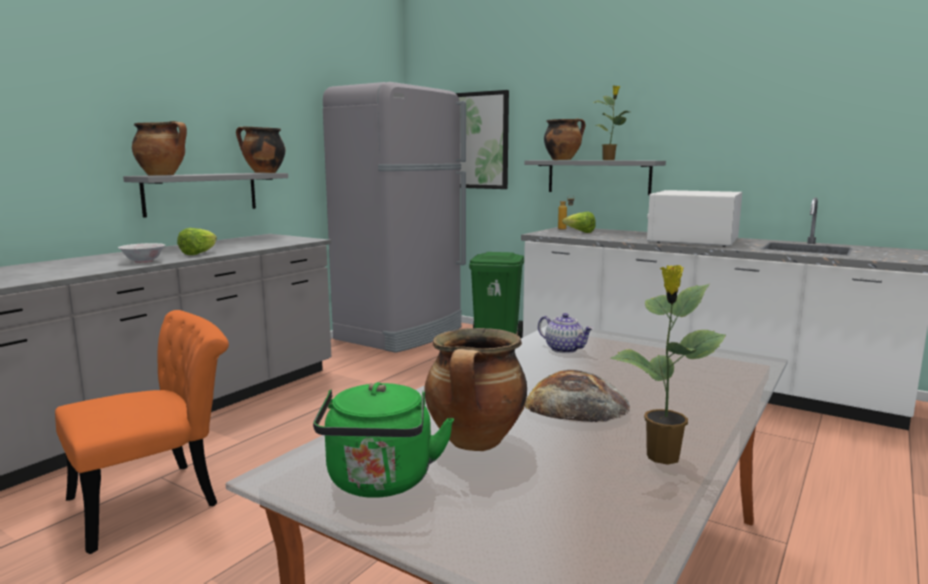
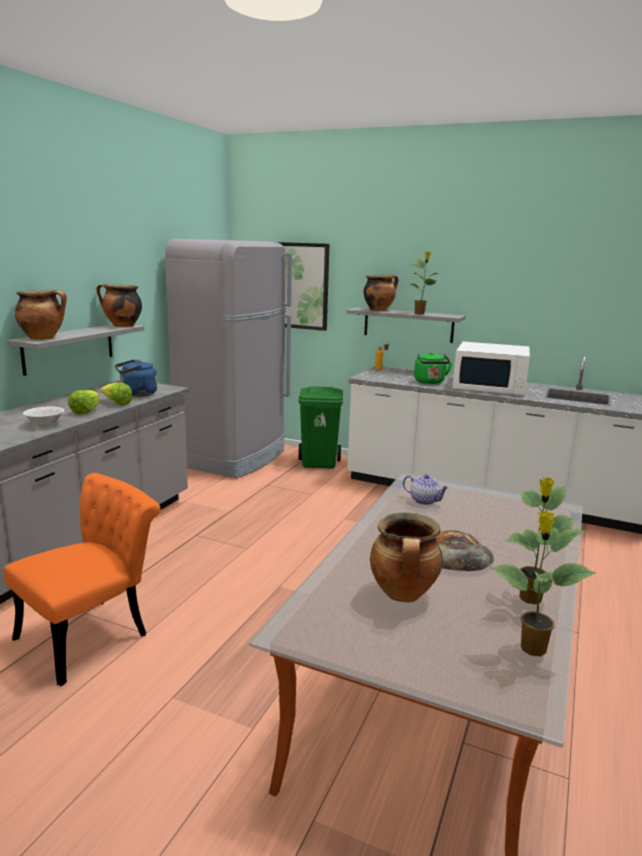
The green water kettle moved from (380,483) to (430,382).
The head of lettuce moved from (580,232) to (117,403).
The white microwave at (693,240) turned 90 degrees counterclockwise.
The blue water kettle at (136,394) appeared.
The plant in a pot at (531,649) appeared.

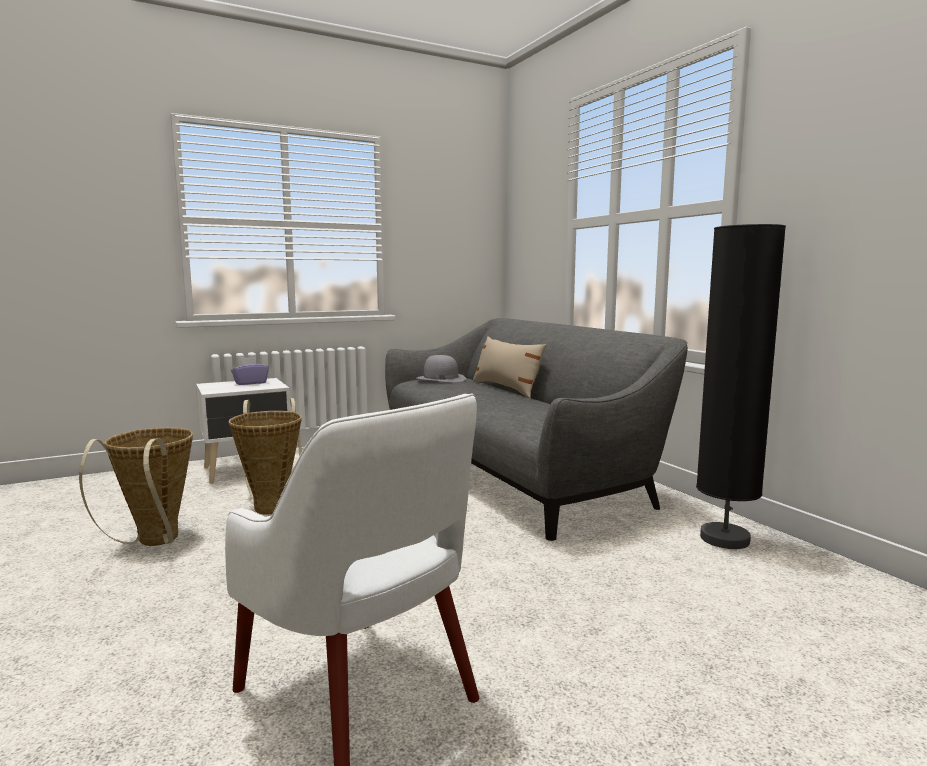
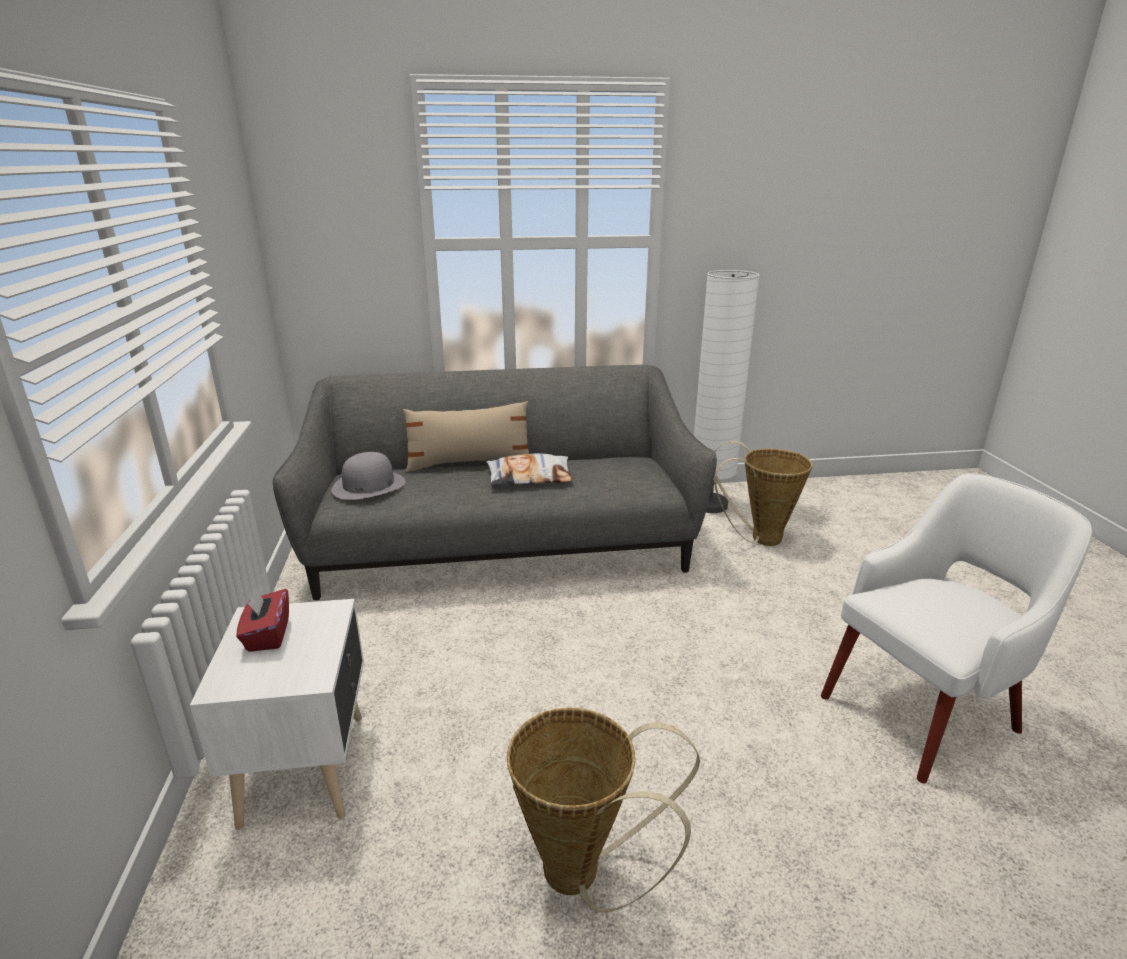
The household basket moved from (272,506) to (758,538).
The purple-coloured tissue holder at (250,383) became the red-coloured tissue holder at (267,635).
The blackish floor lamp at (724,539) became the white floor lamp at (710,505).
The pillow at (530,477) appeared.

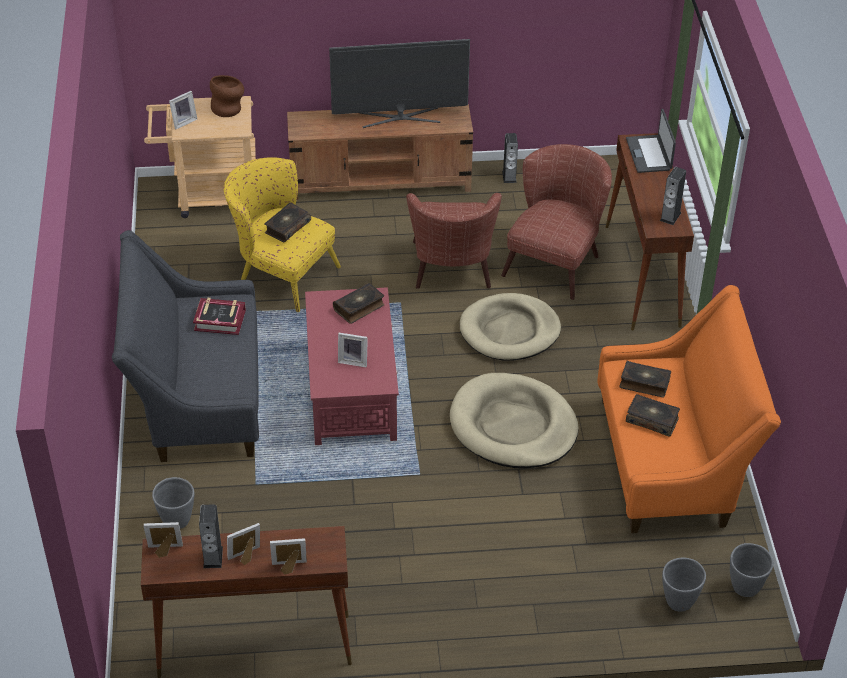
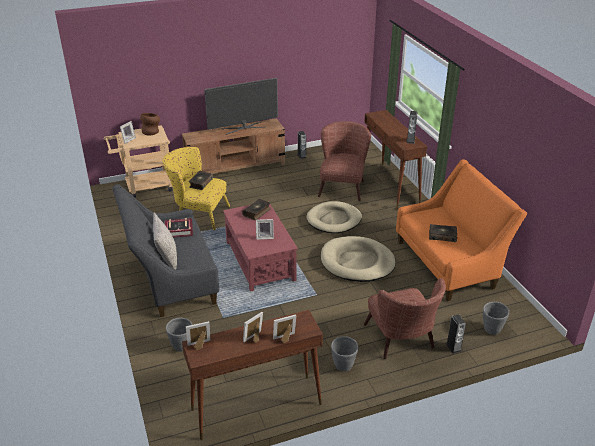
The loudspeaker moved from (213,557) to (453,347).
The brown-coloured lounge chair moved from (451,272) to (401,341).
The volume at (644,383) disappeared.
The notebook computer at (649,154) disappeared.
The grey flower pot moved from (745,588) to (343,366).
The grey pillow at (167,257) appeared.

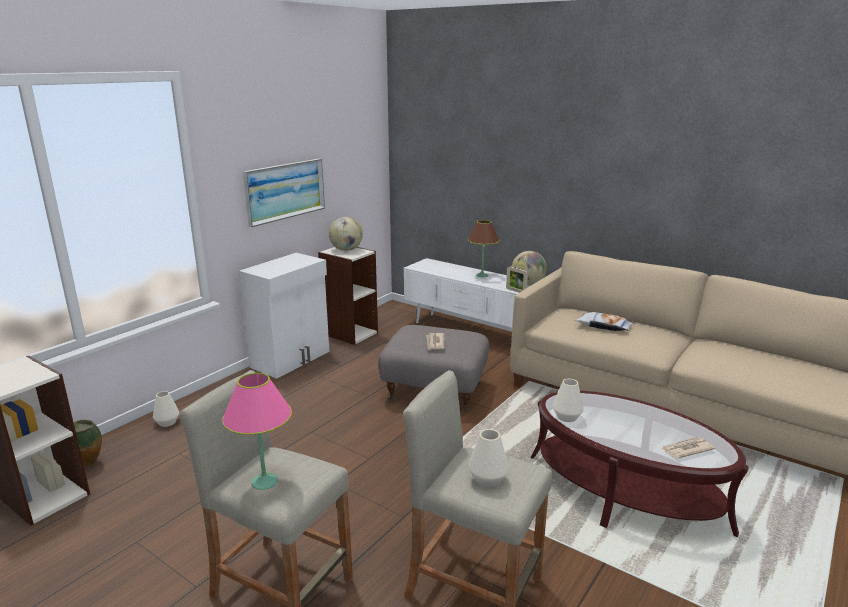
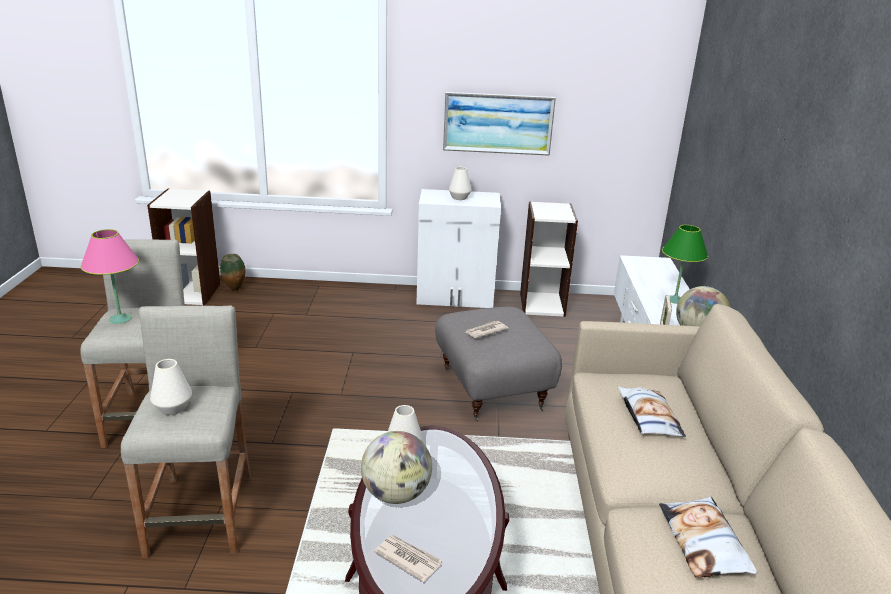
The white flower vase moved from (167,422) to (459,197).
The globe moved from (346,250) to (396,494).
The brown-coloured lamp for a table at (482,275) became the green lamp for a table at (675,300).
The pillow at (704,543) appeared.

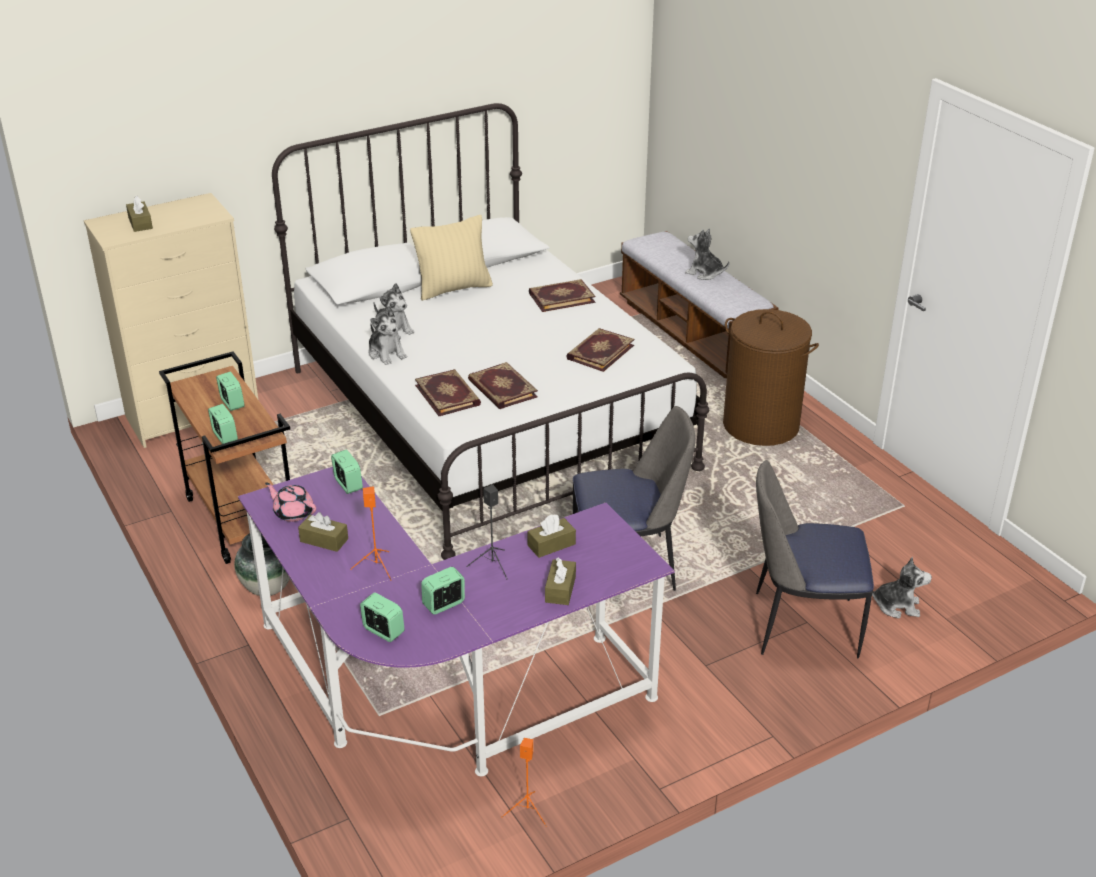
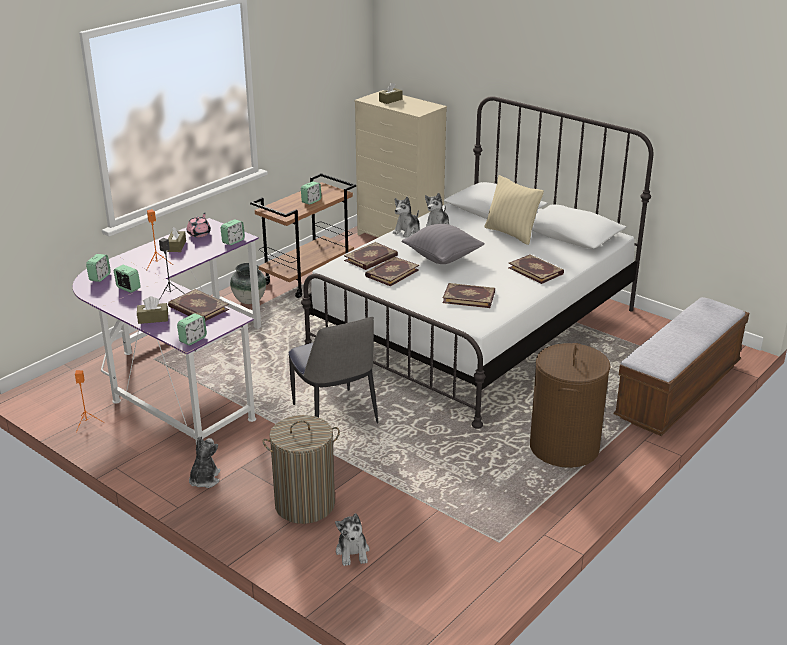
The alarm clock moved from (224,437) to (193,339).
The brown-coloured tissue holder at (551,545) was replaced by the volume at (198,308).
The plush toy moved from (704,273) to (204,479).
The chair at (801,625) was replaced by the washing basket at (305,504).
The grey pillow at (442,258) appeared.

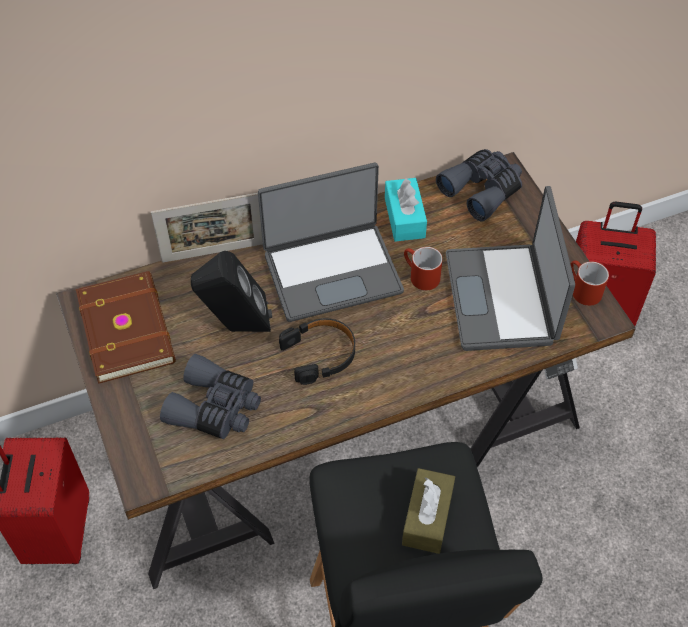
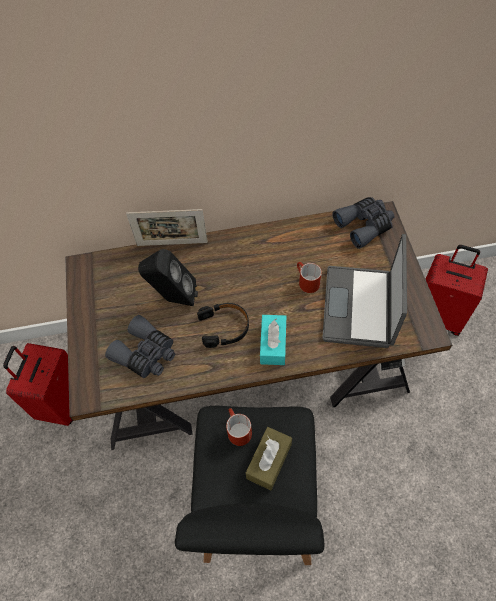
The brown-coloured volume at (128,328) disappeared.
The notebook computer at (332,271) disappeared.
The blue-green tissue holder moved from (404,217) to (273,344).
The red-coloured mug moved from (581,290) to (237,430).

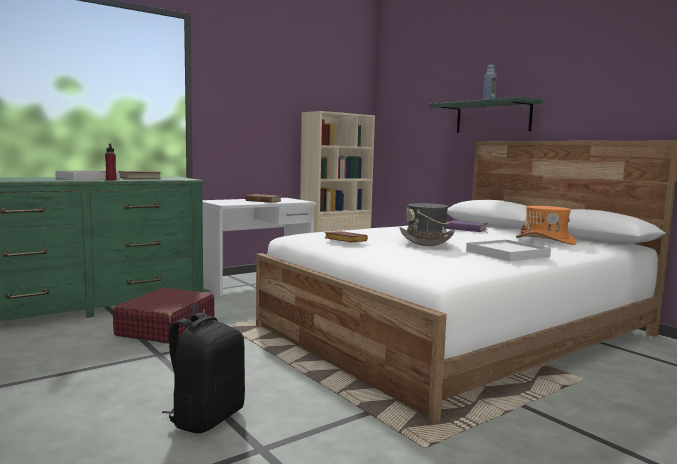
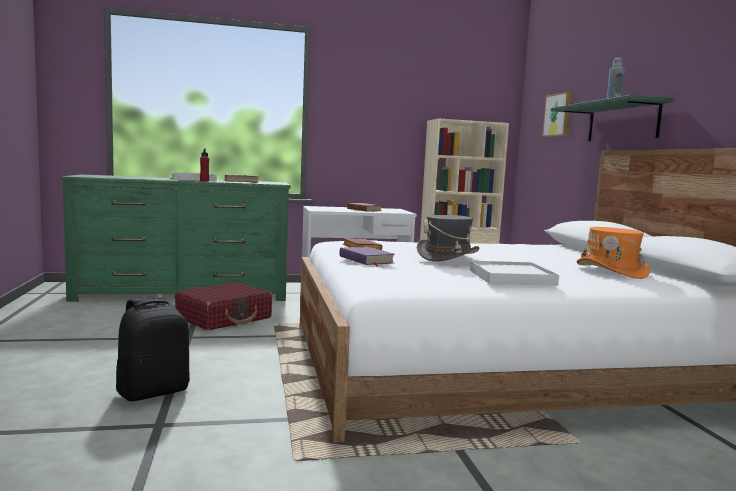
The purple-coloured volume moved from (466,229) to (366,260).
The picture at (559,115) appeared.

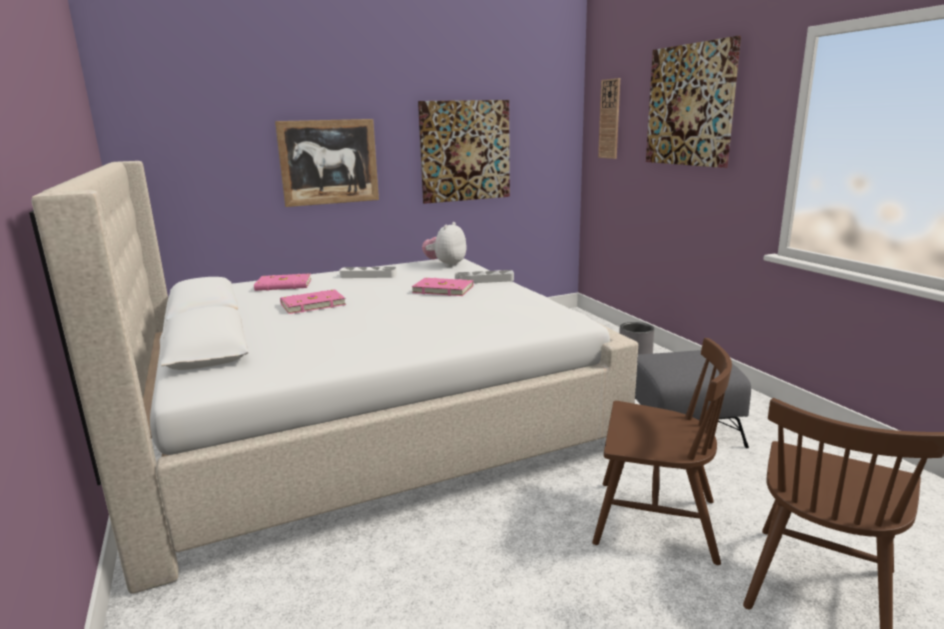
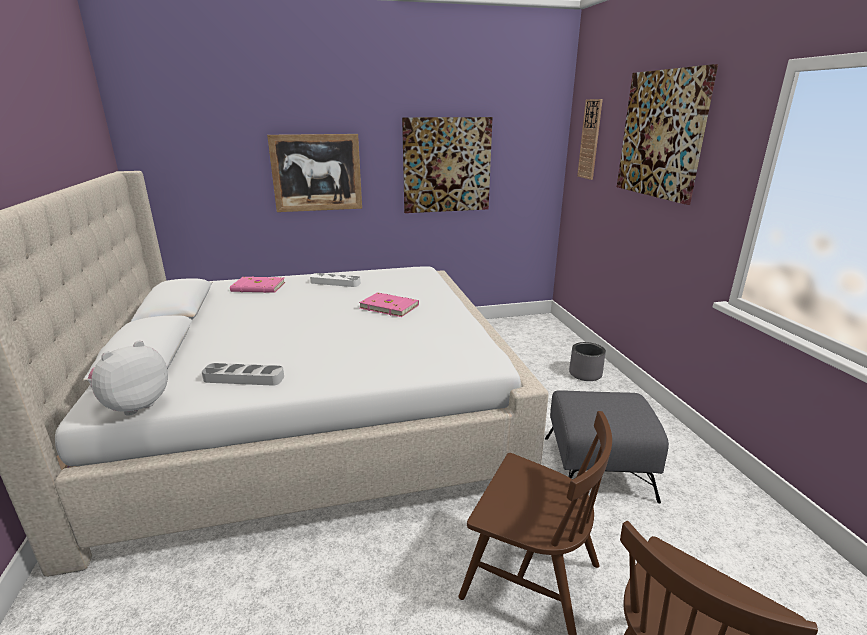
The pink volume at (312,304) disappeared.
The plush toy moved from (446,265) to (134,405).
The grey serving tray moved from (484,280) to (244,378).

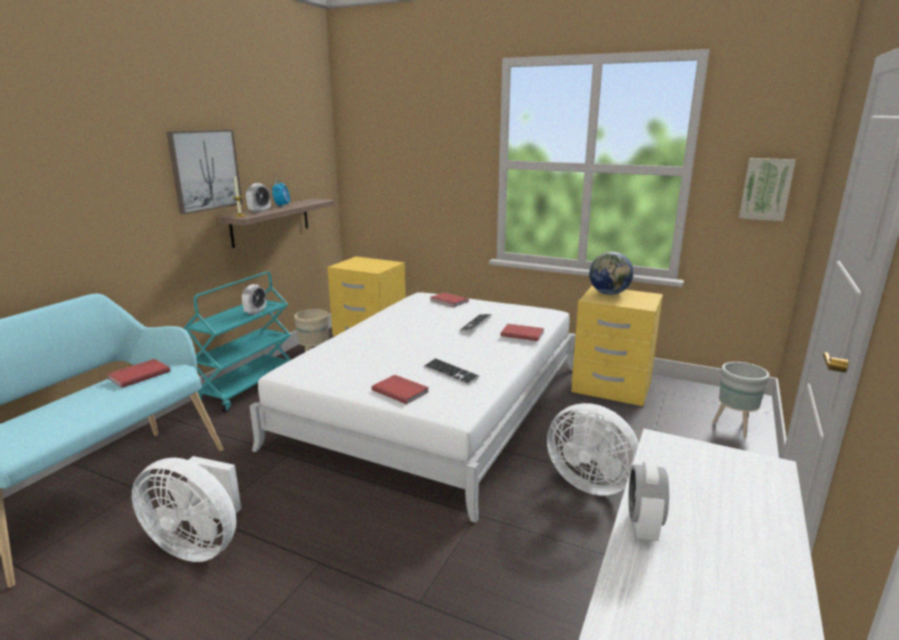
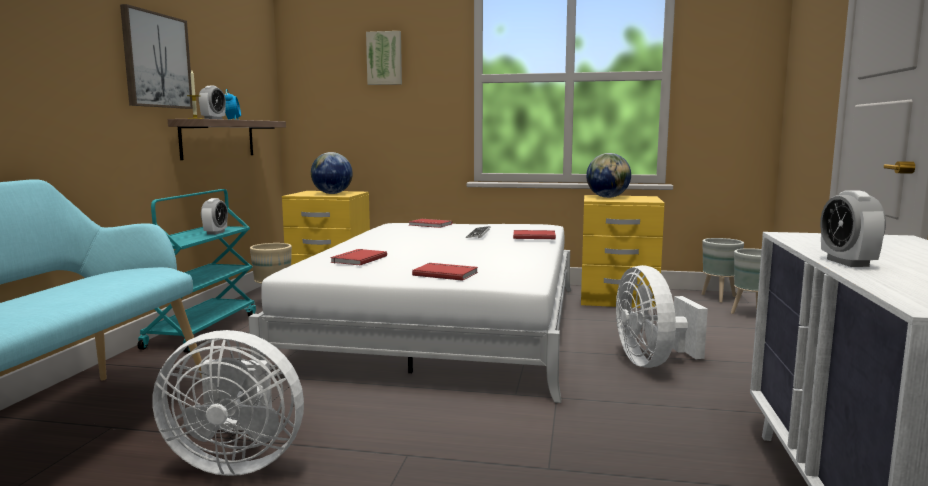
The red-coloured volume moved from (138,374) to (357,259).
The PC keyboard at (451,373) disappeared.
The white fan at (589,481) turned 60 degrees clockwise.
The picture moved from (766,189) to (384,58).
The globe at (332,193) appeared.
The grey flower pot at (719,297) appeared.

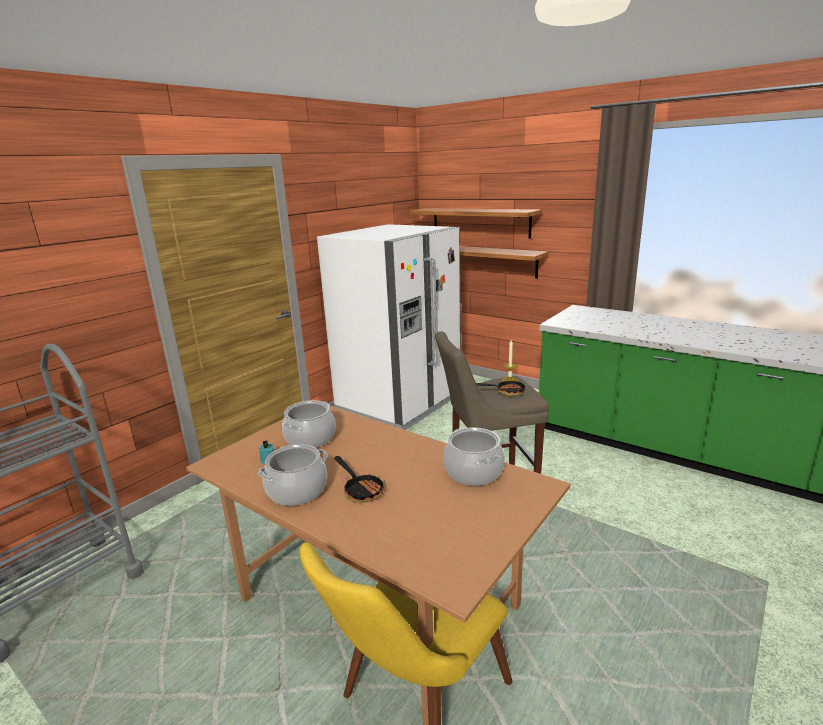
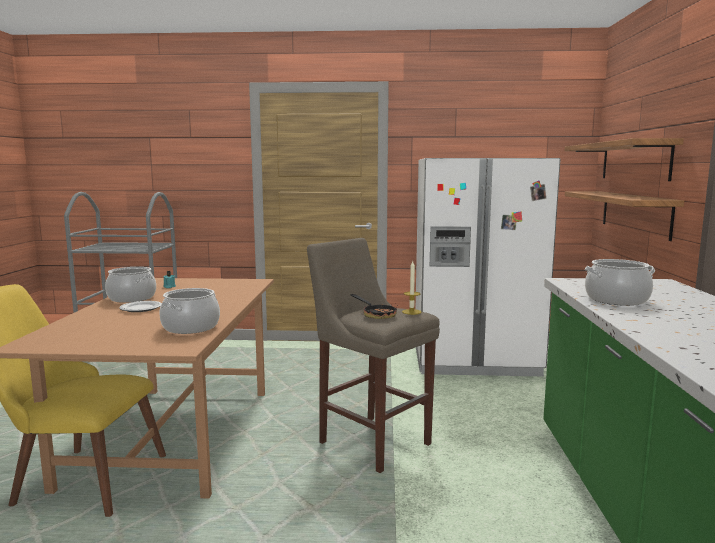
The cooking pot moved from (310,438) to (616,300).
The frying pan at (361,490) was replaced by the dinner plate at (141,308).

